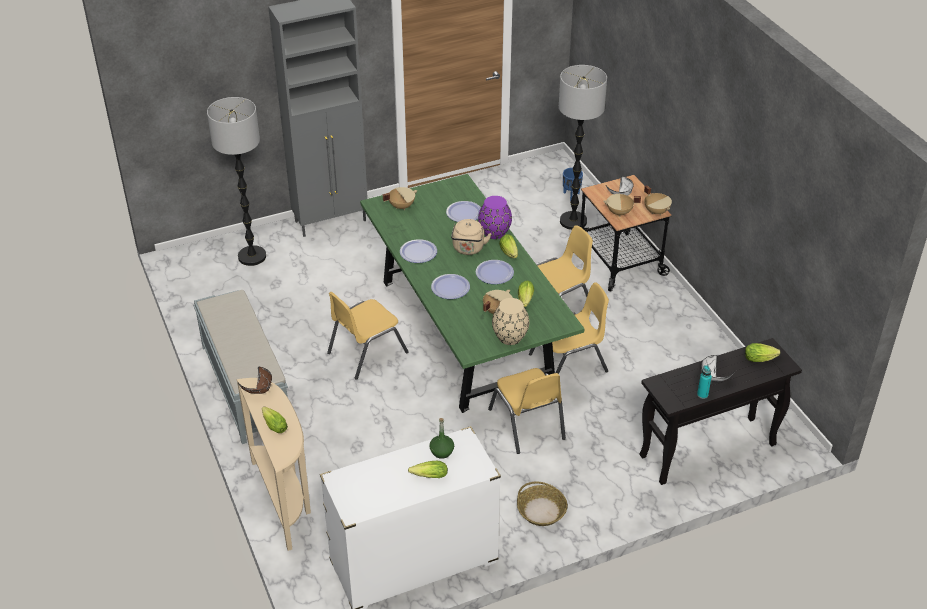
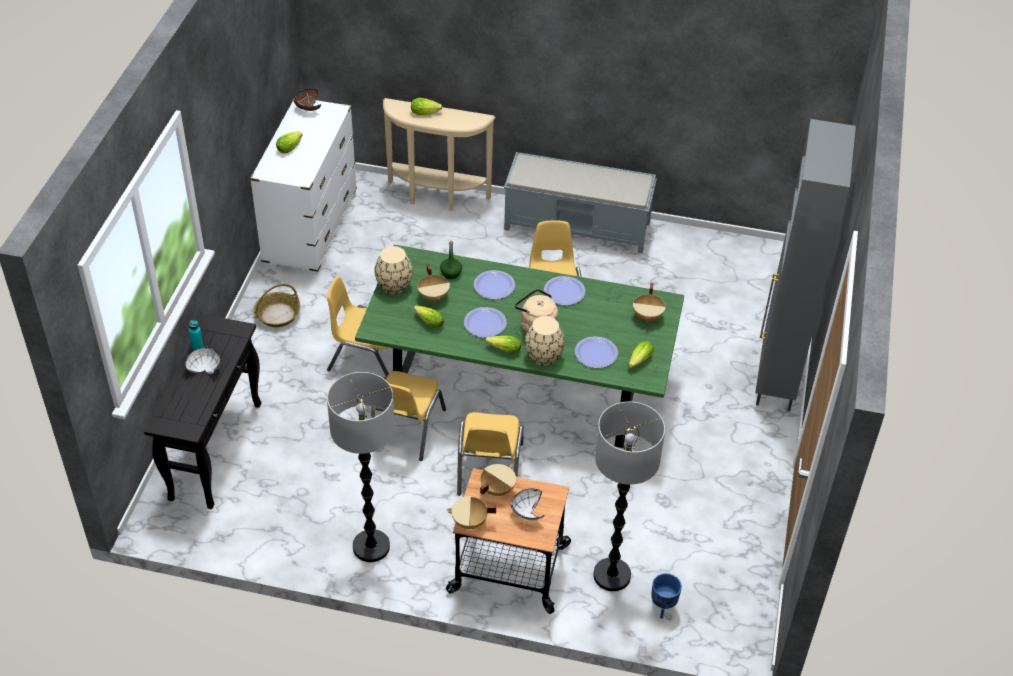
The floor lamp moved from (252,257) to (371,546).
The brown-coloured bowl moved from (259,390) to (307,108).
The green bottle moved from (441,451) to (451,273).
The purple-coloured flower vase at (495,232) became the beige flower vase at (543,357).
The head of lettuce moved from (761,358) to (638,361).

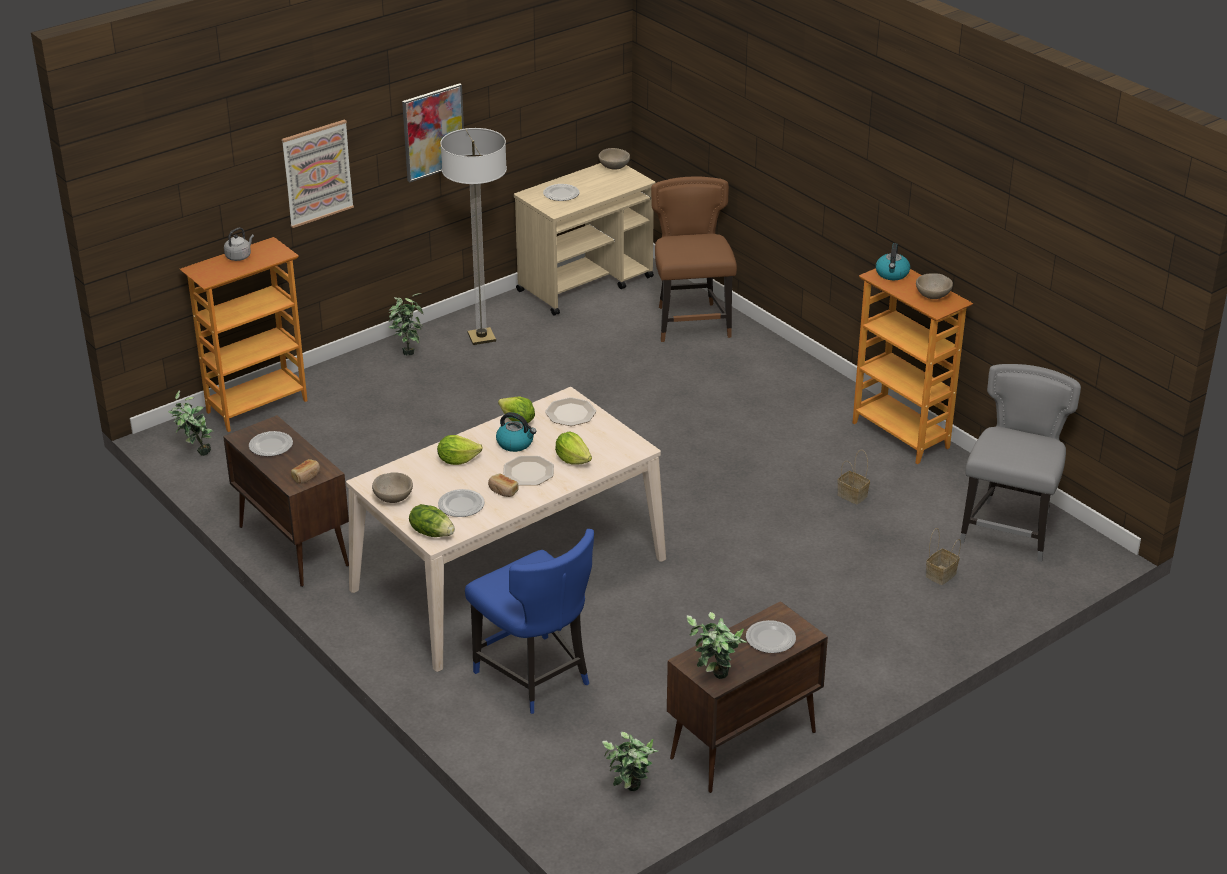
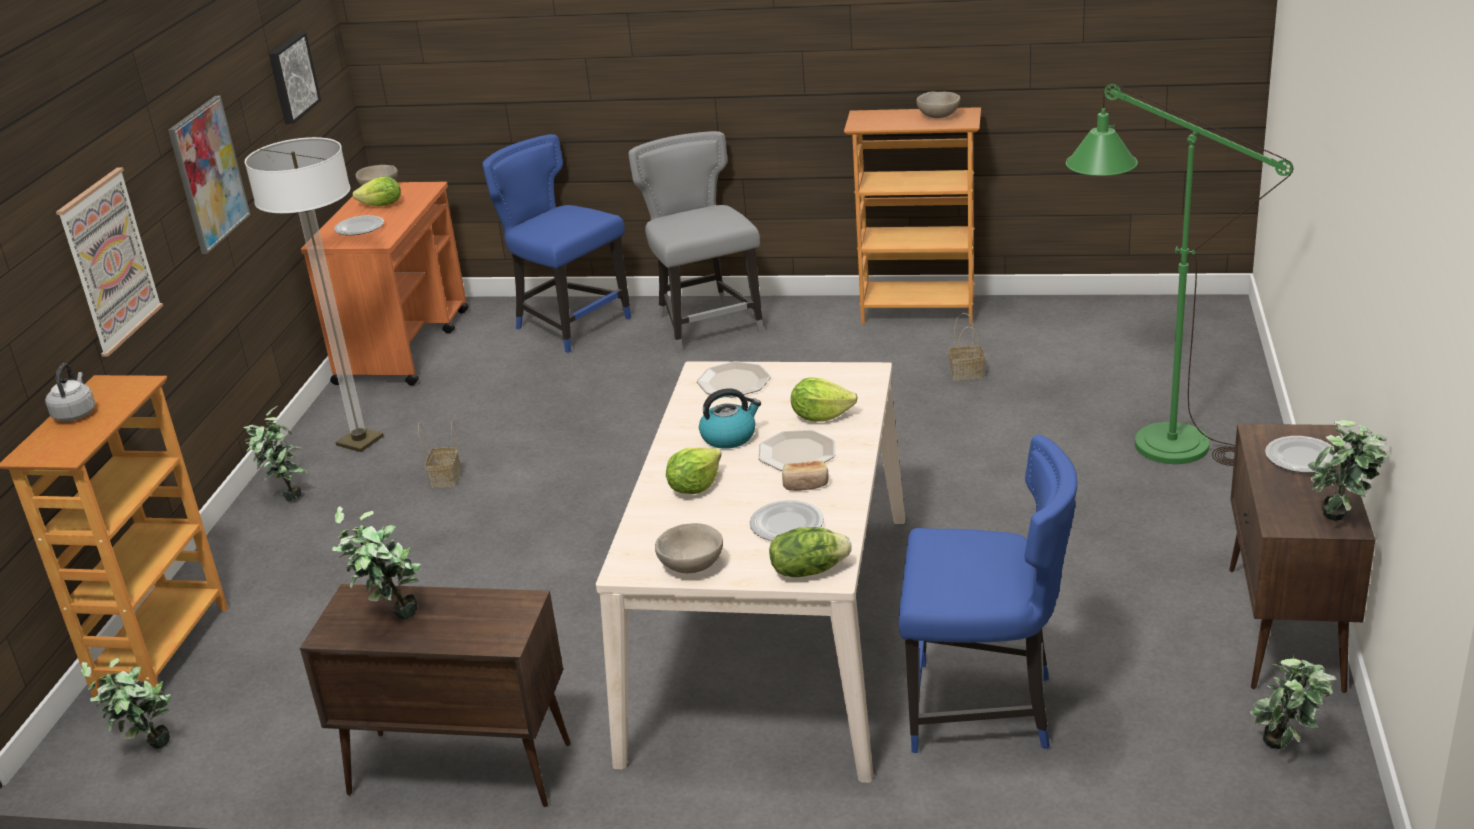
The dinner plate at (270,445) was replaced by the plant in a pot at (391,619).
The bread at (306,476) disappeared.
The head of lettuce moved from (517,420) to (382,206).
The beige trolley at (586,284) became the orangey trolley at (404,345).
The brown-coloured chair at (691,321) became the blue chair at (569,324).
The water kettle at (892,274) disappeared.
The household basket moved from (941,575) to (446,479).
The grey chair moved from (1009,529) to (705,324).
The picture at (291,78) appeared.
The green floor lamp at (1150,441) appeared.

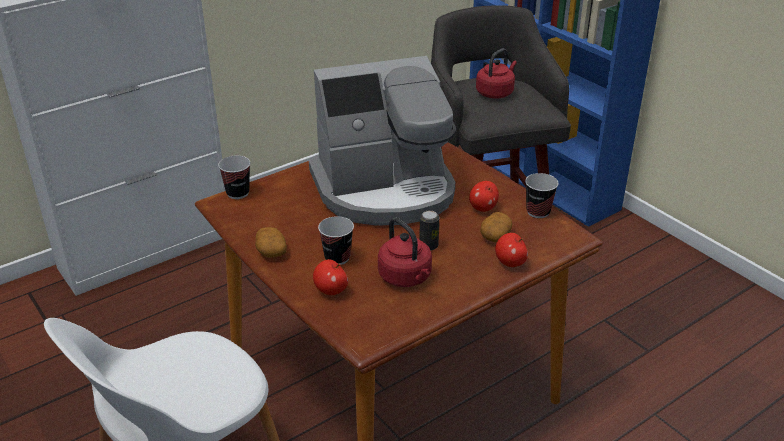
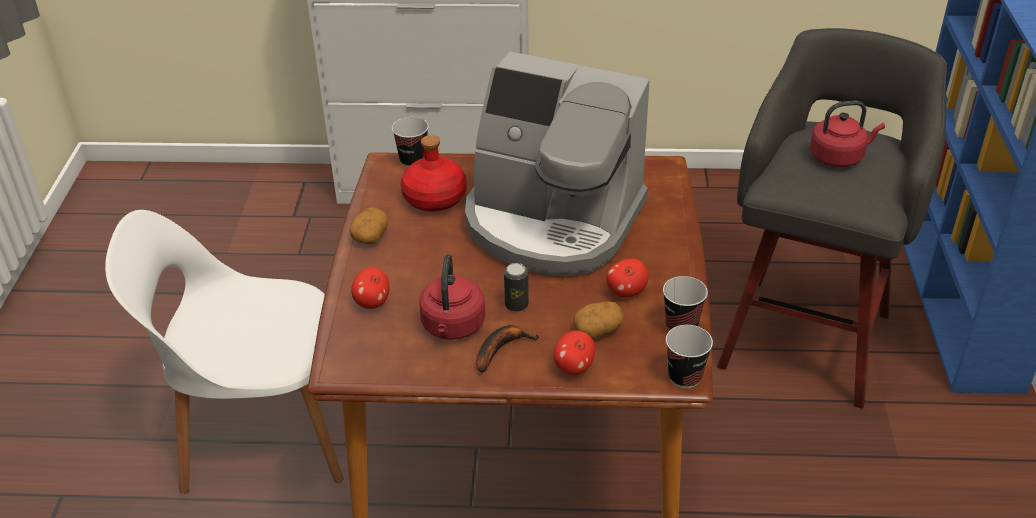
The drinking cup moved from (337,258) to (685,377).
The red-coloured bottle at (434,197) appeared.
The banana at (501,349) appeared.

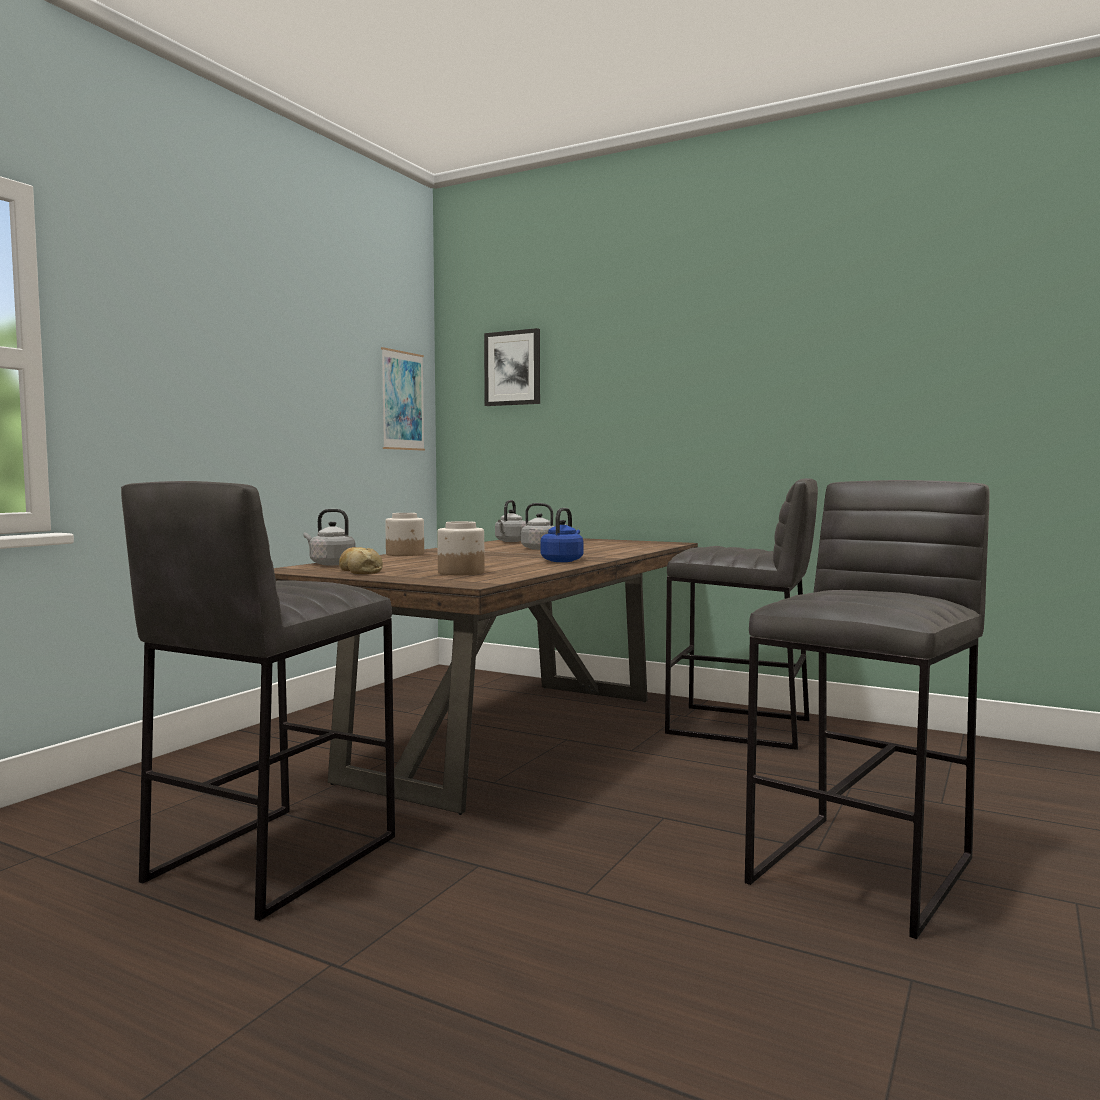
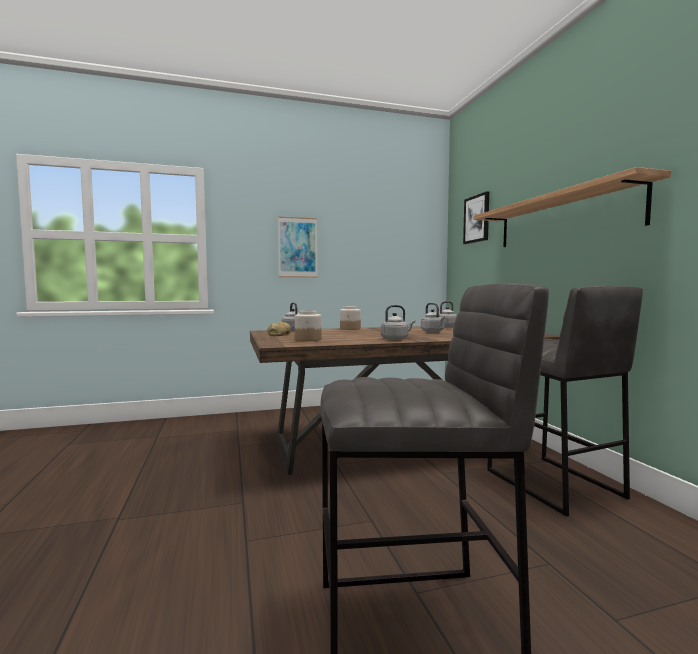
The grey stool at (271,858) disappeared.
The picture moved from (402,400) to (297,247).
The blue water kettle at (563,561) became the grey water kettle at (396,339).
The shelf at (562,219) appeared.

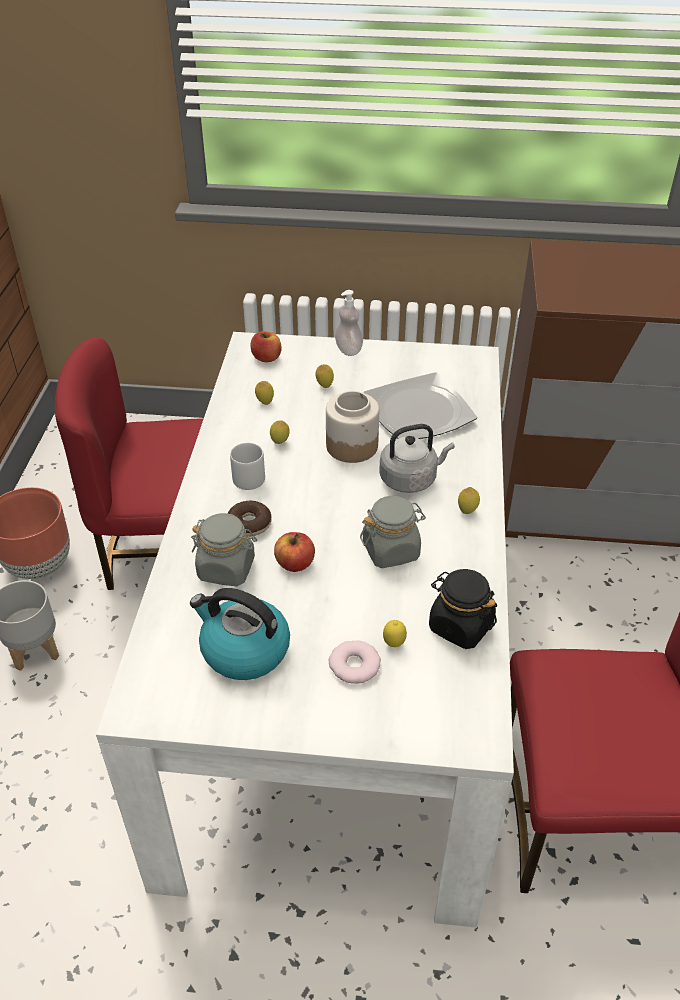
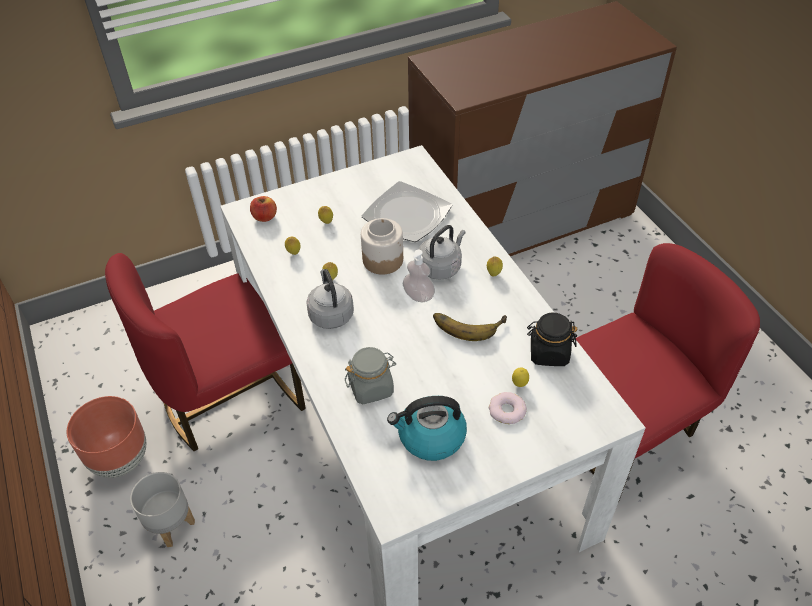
The doughnut at (249,524) disappeared.
The grey mug at (250,477) was replaced by the grey water kettle at (330,314).
The apple fruit at (295,563) disappeared.
The liquid soap bottle moved from (348,350) to (418,296).
The grey jar at (391,550) was replaced by the banana at (468,323).

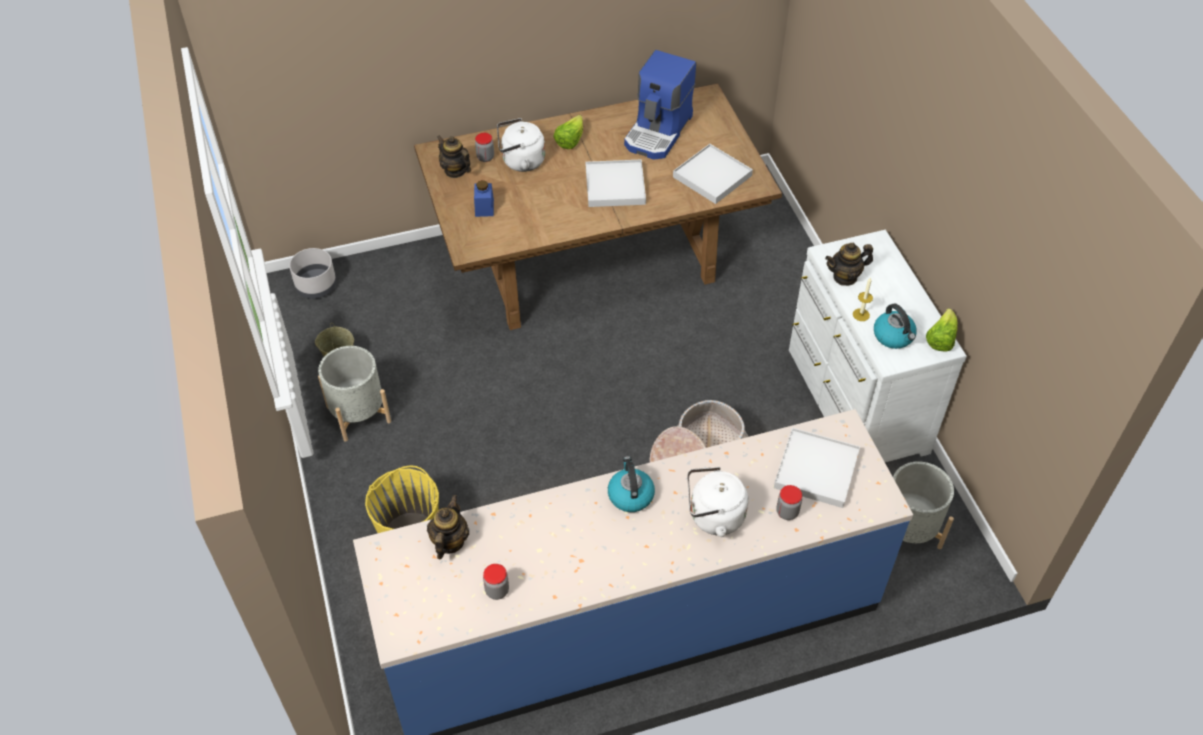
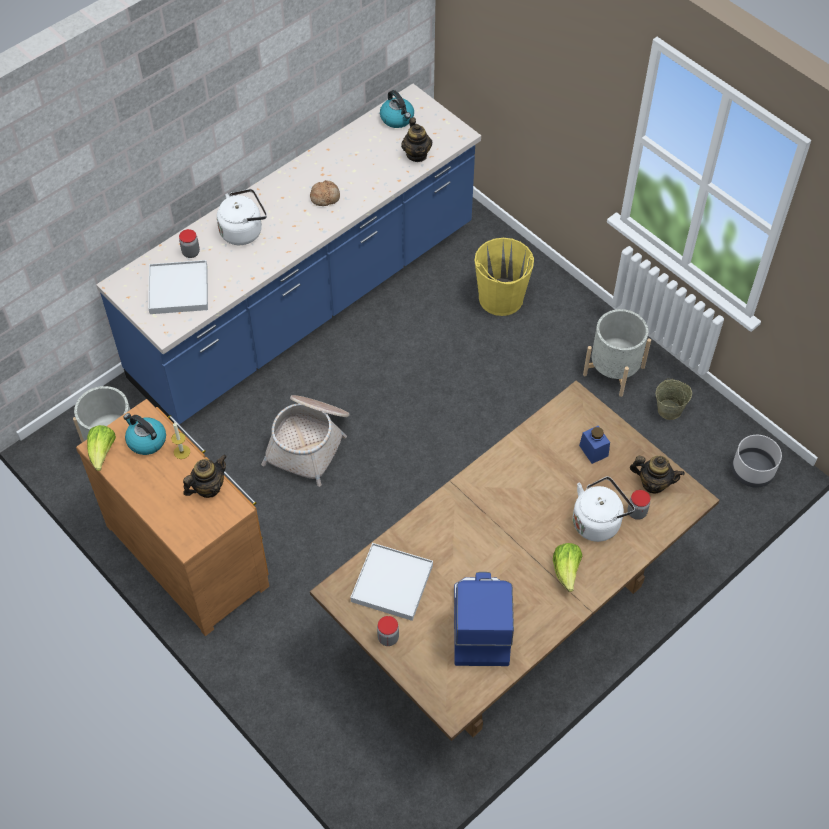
The jar moved from (497,590) to (388,638).
The white serving tray at (615,186) disappeared.
The water kettle moved from (630,495) to (397,119).
The white drawer chest at (854,402) became the brown-coloured drawer chest at (190,552).
The bread at (325,197) appeared.

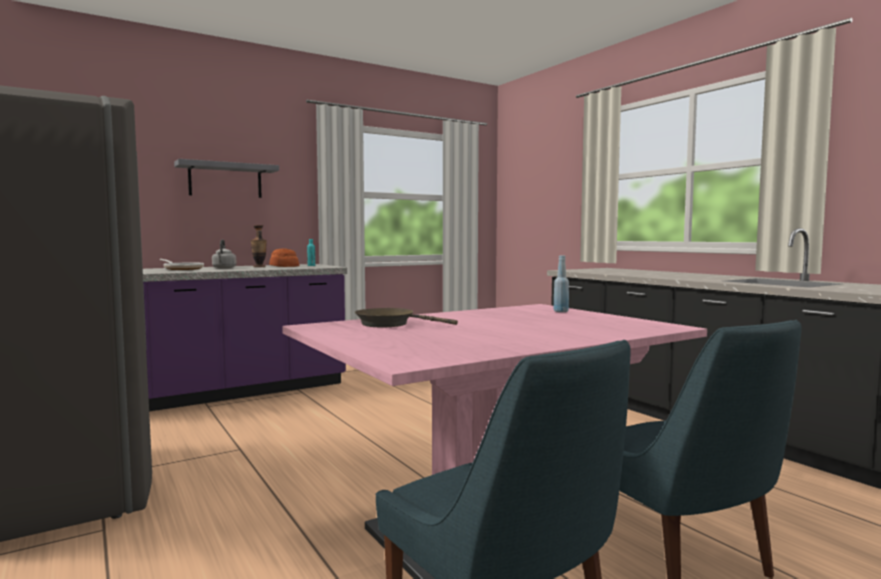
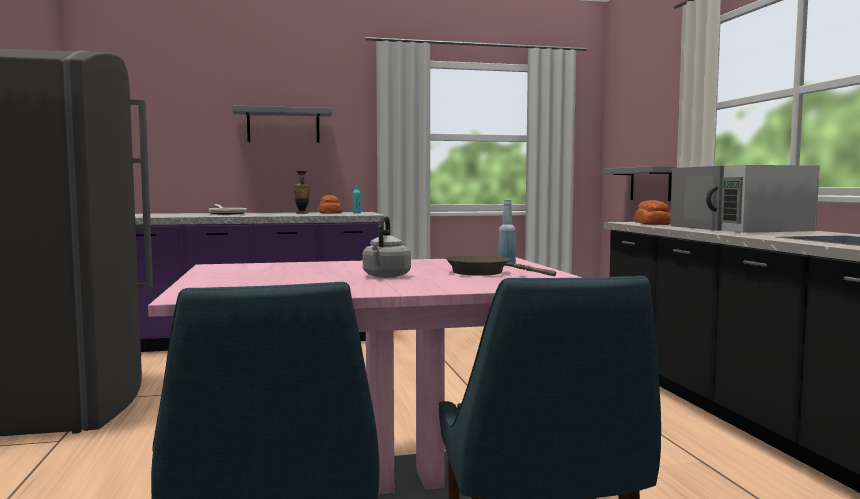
The grey water kettle moved from (224,268) to (386,276).
The brown-coloured frying pan moved from (390,324) to (483,273).
The grey shelf at (650,184) appeared.
The bread at (652,223) appeared.
The white microwave at (739,228) appeared.

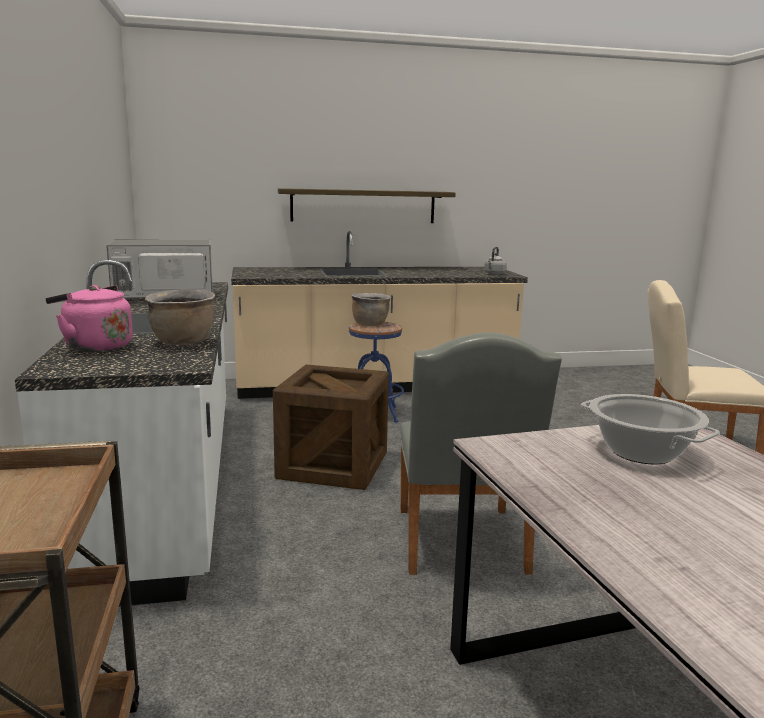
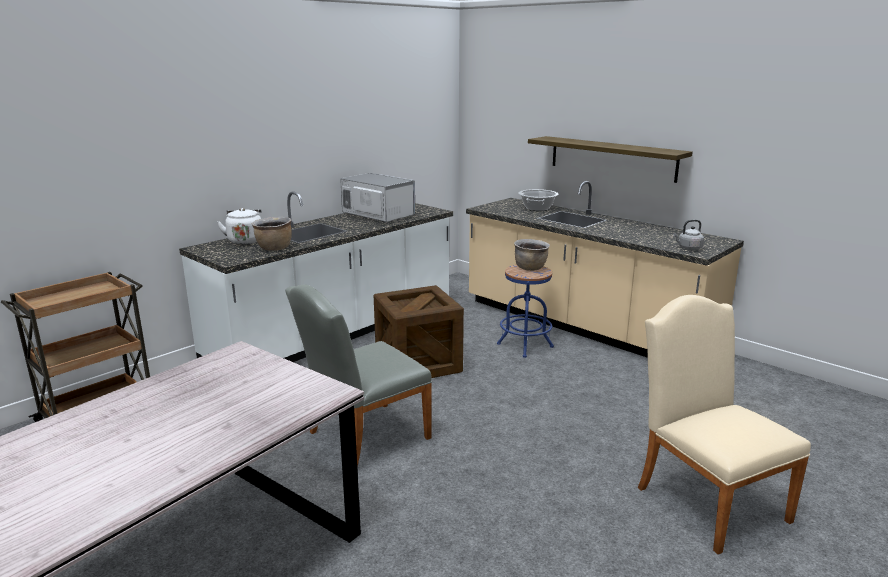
The pink water kettle at (95,346) became the white water kettle at (245,240).
The cooking pot moved from (641,452) to (537,208).

